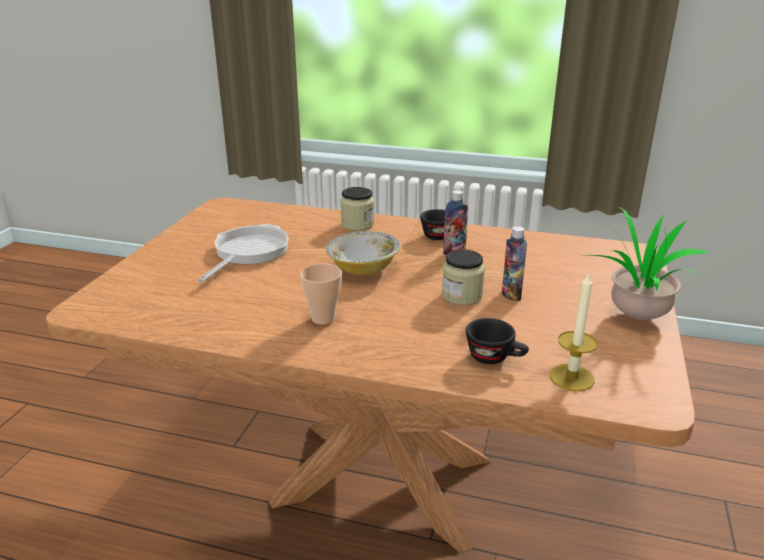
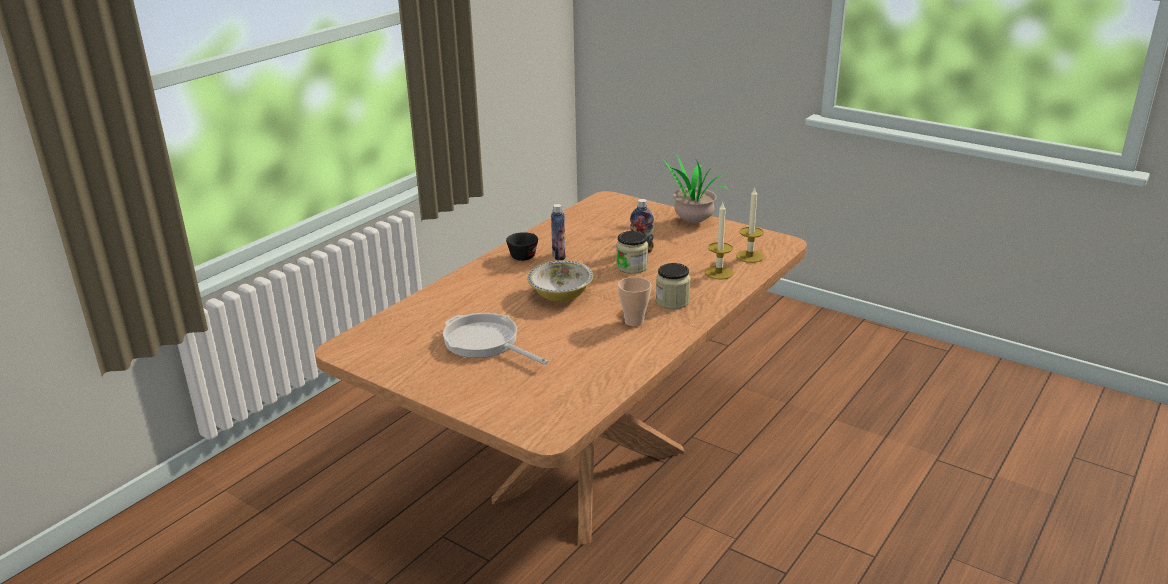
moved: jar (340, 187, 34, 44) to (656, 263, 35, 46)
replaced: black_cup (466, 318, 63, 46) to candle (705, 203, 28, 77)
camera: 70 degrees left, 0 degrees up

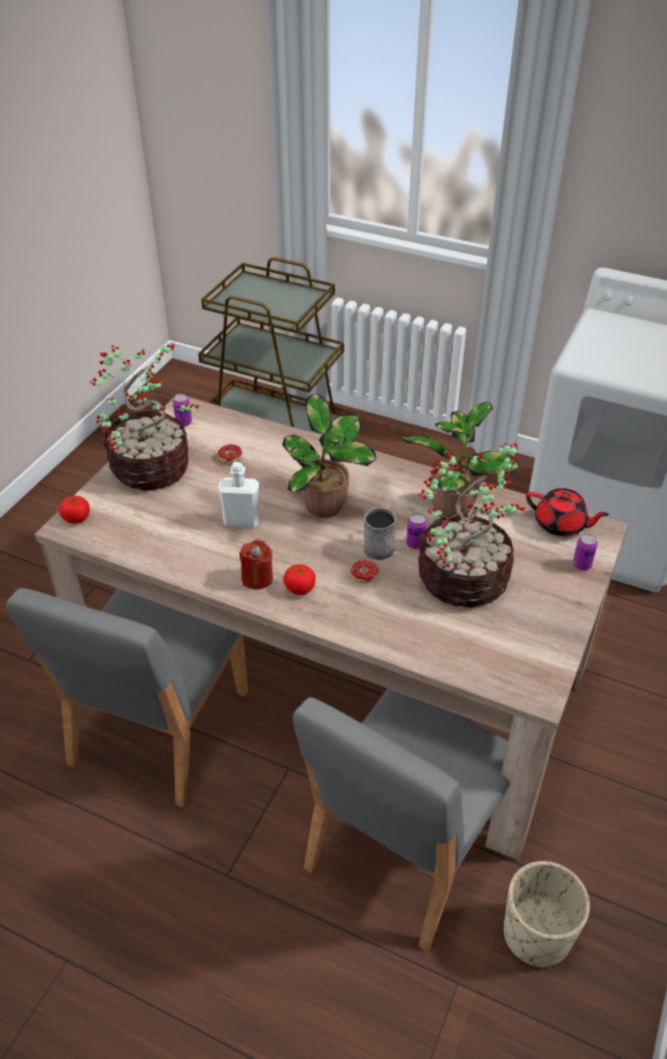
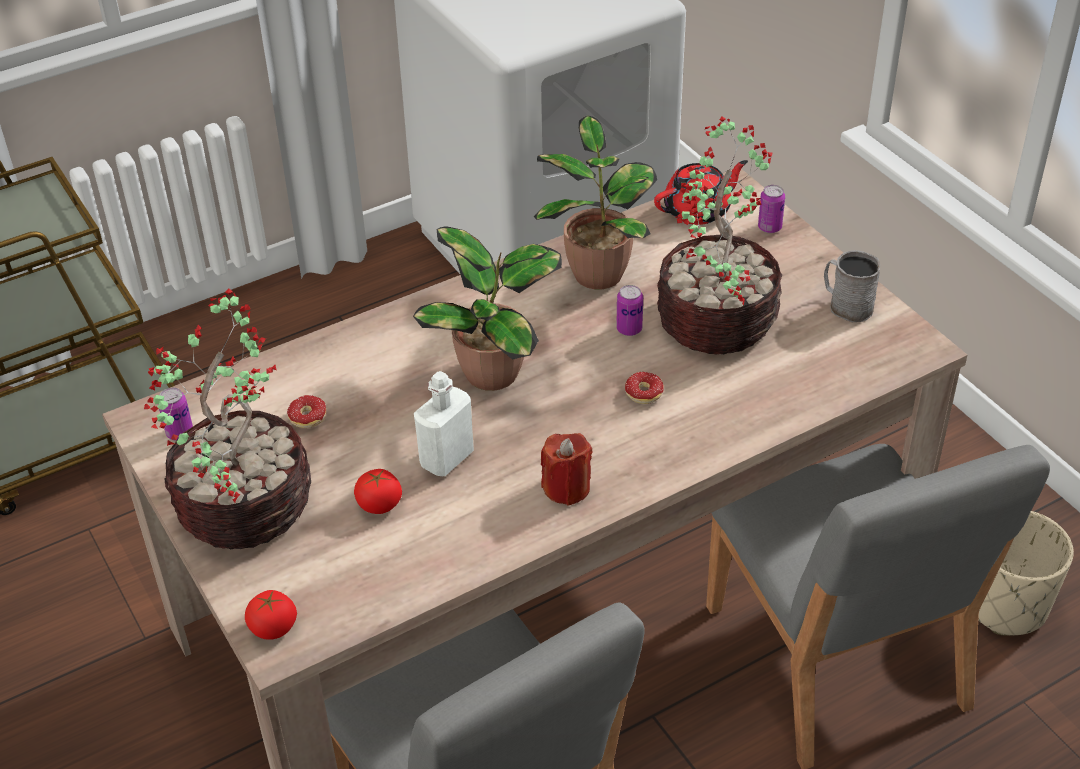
moved: tomato (283, 564, 33, 31) to (354, 469, 48, 45); grey_mug (364, 507, 32, 53) to (824, 250, 56, 72)
camera: 55 degrees left, 0 degrees up

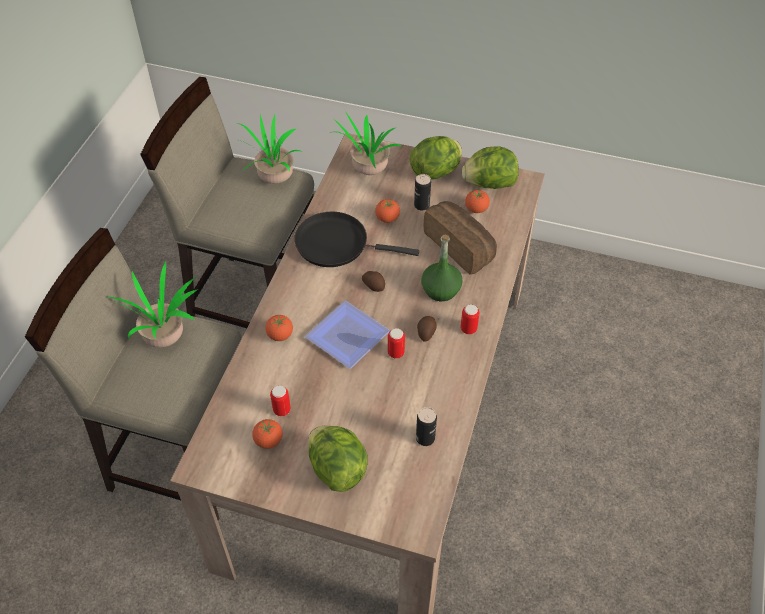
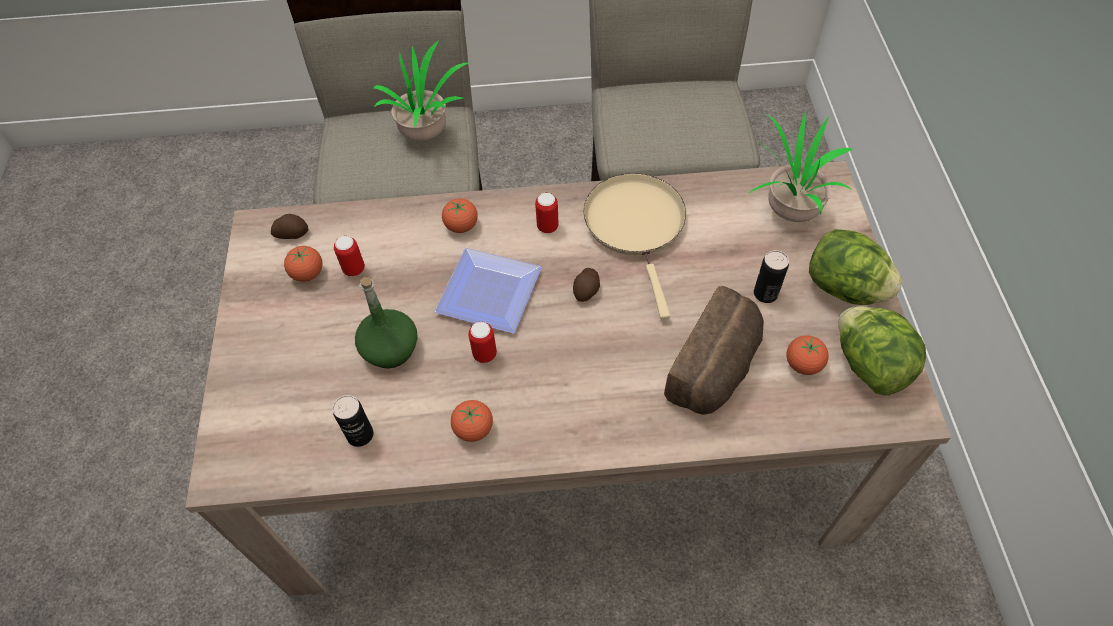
removed: potted_plant (236, 114, 67, 70); lettuce (308, 425, 60, 67)
moved: tomato (375, 199, 25, 24) to (451, 400, 42, 42); potato (417, 316, 20, 26) to (271, 214, 37, 25); green_bottle (421, 235, 42, 66) to (355, 277, 63, 91); can (461, 304, 18, 30) to (535, 193, 24, 40)
recoloured: black_frying_pan (294, 212, 125, 55) to beige_frying_pan (583, 173, 103, 146)
camera: 70 degrees right, 5 degrees up

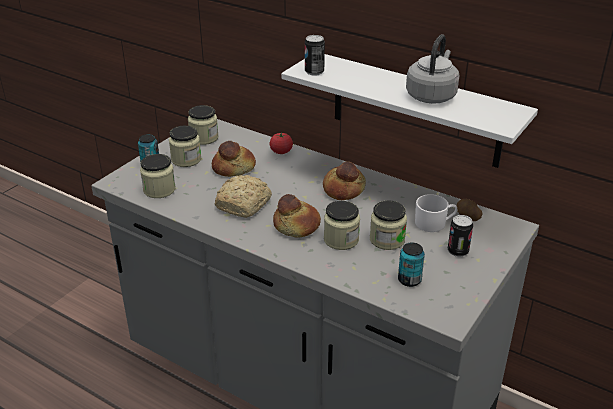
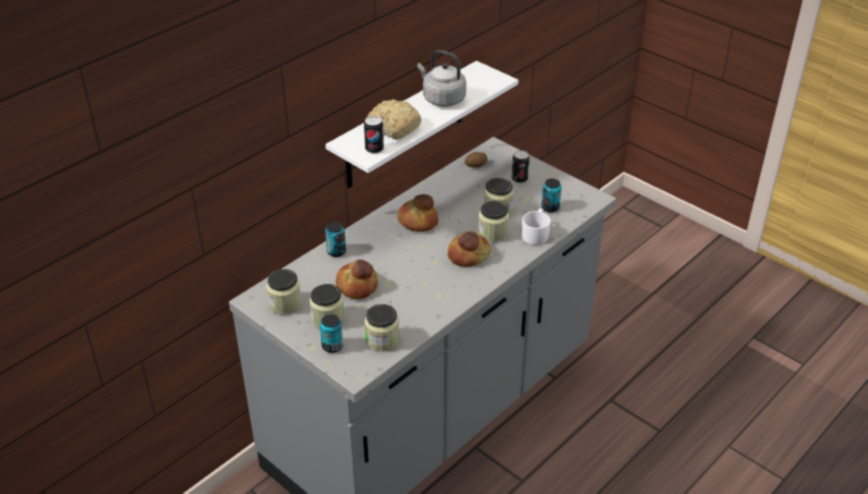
moved: bread (215, 175, 57, 43) to (367, 99, 54, 41); white_mug (415, 194, 42, 38) to (522, 209, 29, 36)
replaced: tomato (270, 133, 23, 21) to can (325, 222, 21, 35)
camera: 80 degrees left, 5 degrees up

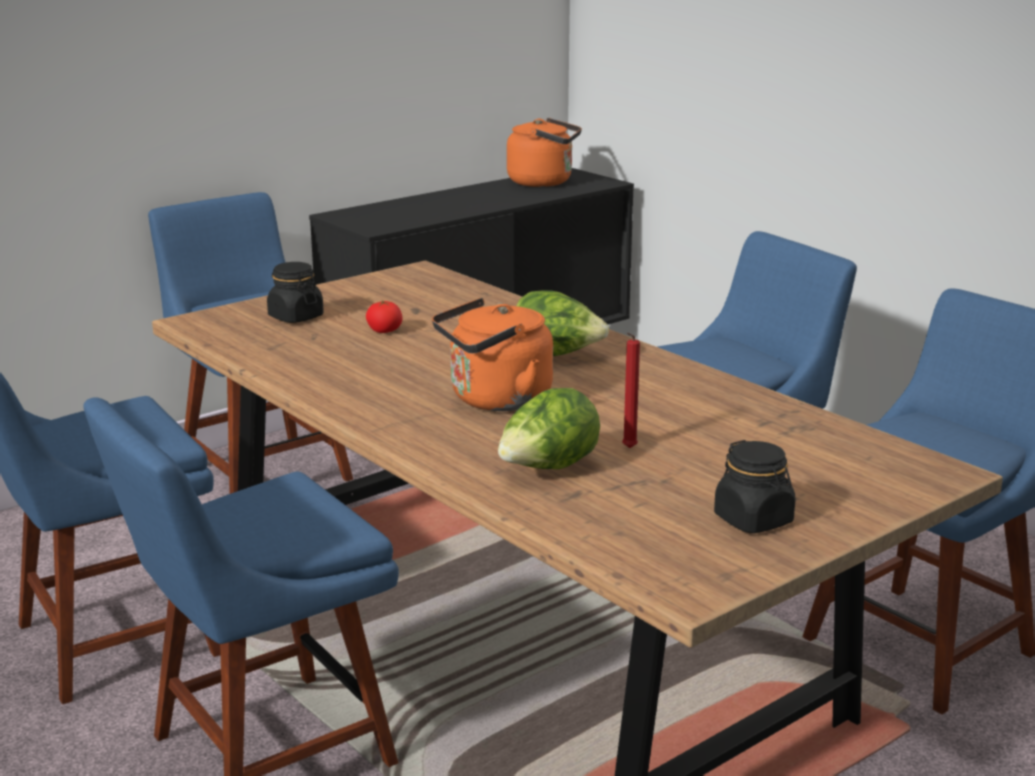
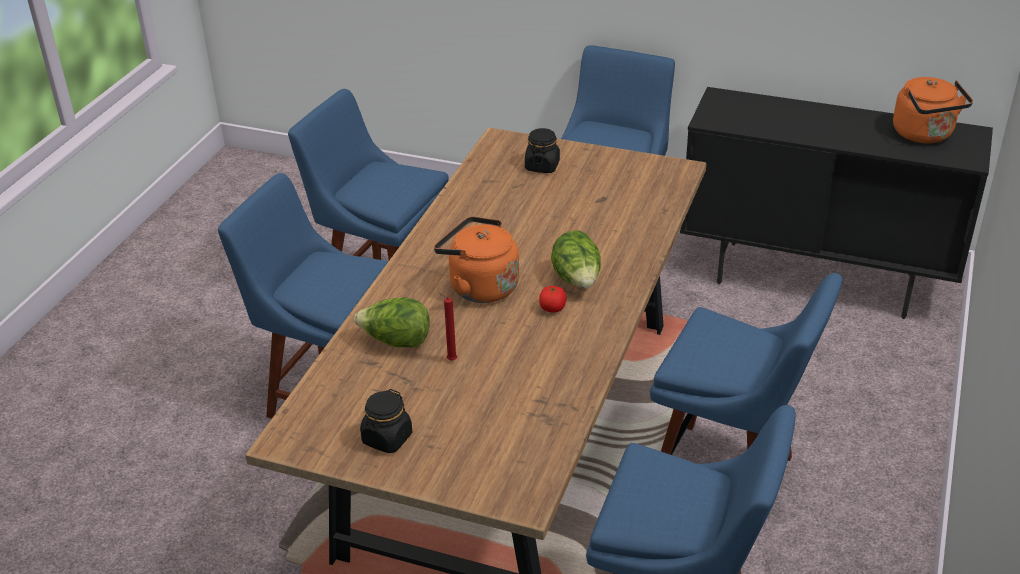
moved: tomato (366, 301, 36, 32) to (539, 286, 27, 27)
camera: 60 degrees right, 15 degrees up

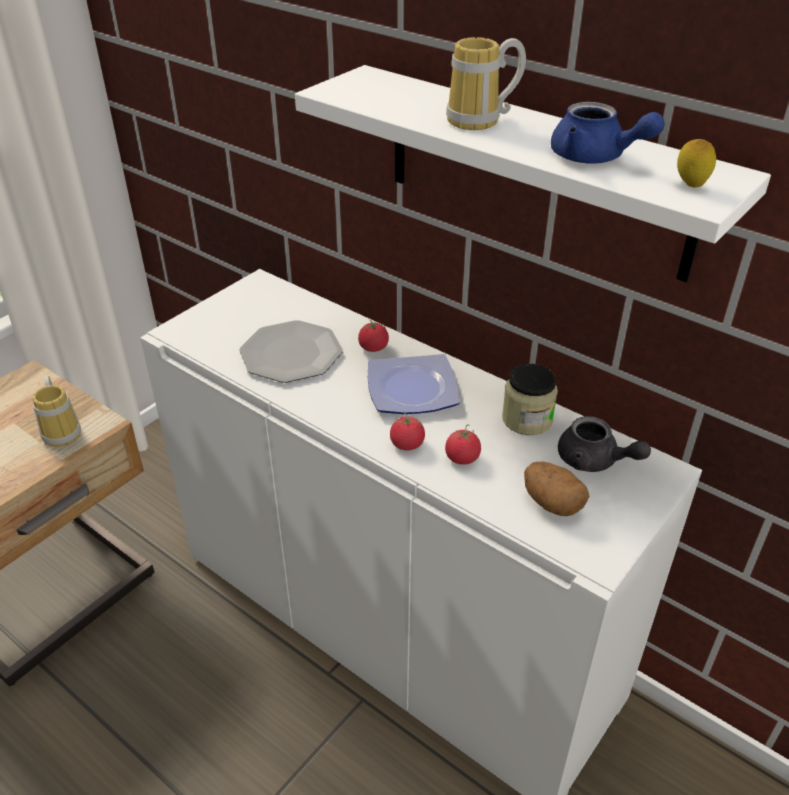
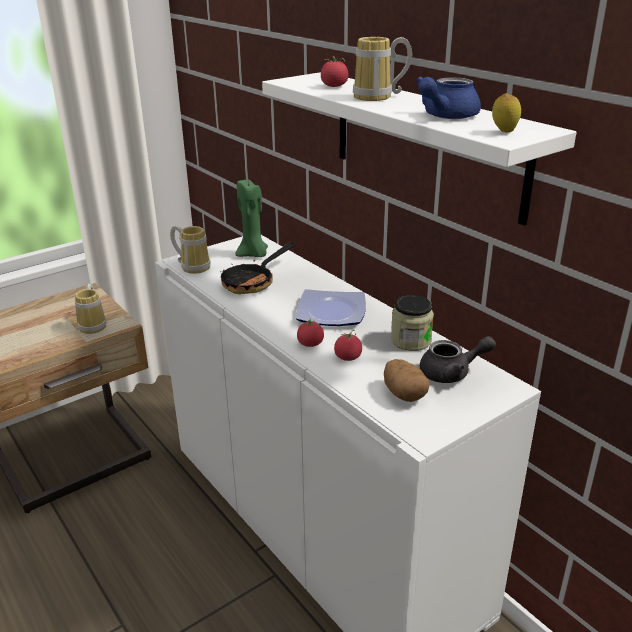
added: mug (170, 225, 41, 49); green_candle (236, 179, 32, 78)
moved: tomato (358, 319, 31, 33) to (321, 56, 28, 31)
replaced: plate (239, 320, 104, 63) to frying_pan (220, 242, 76, 52)
turned: blue_teapot (551, 102, 114, 62) = (416, 77, 65, 42) 75 degrees clockwise; grey_teapot (558, 416, 93, 56) = (420, 336, 76, 47) 60 degrees counterclockwise
camera: 15 degrees right, 10 degrees down

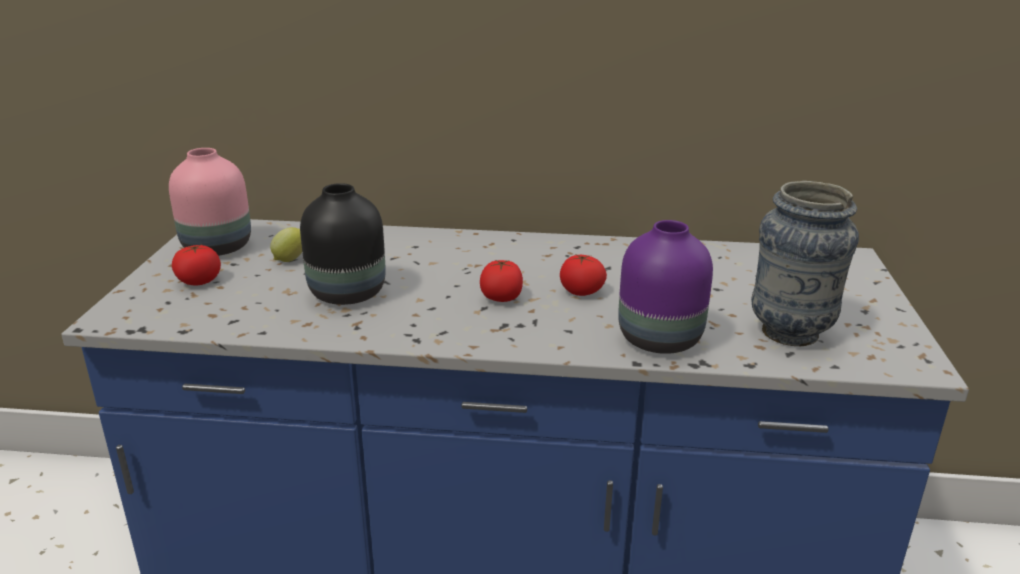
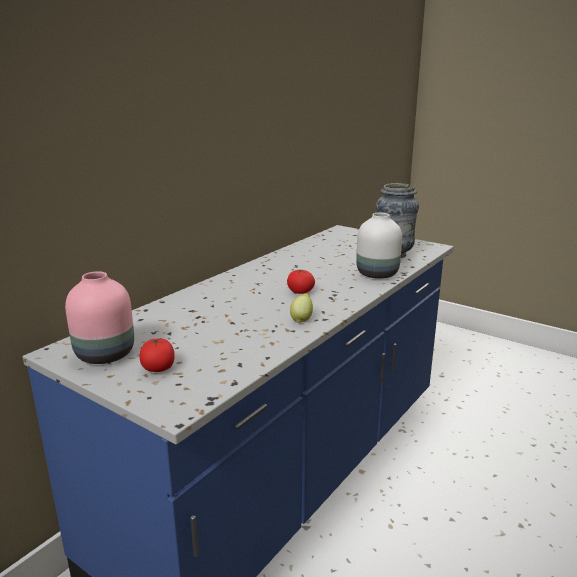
removed: black_vase (300, 183, 86, 122); tomato (560, 254, 47, 42)
moved: lemon (270, 227, 32, 35) to (290, 293, 23, 30)
recoloured: purple_vase (618, 220, 95, 134) to white_vase (356, 213, 46, 66)
camera: 60 degrees left, 5 degrees down

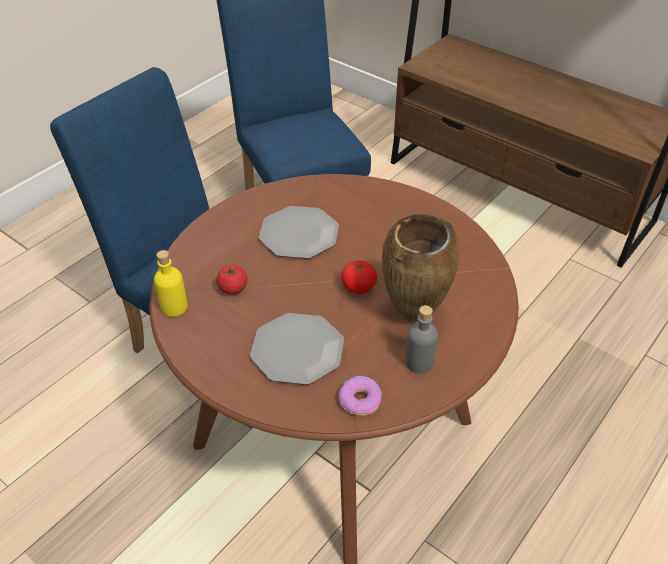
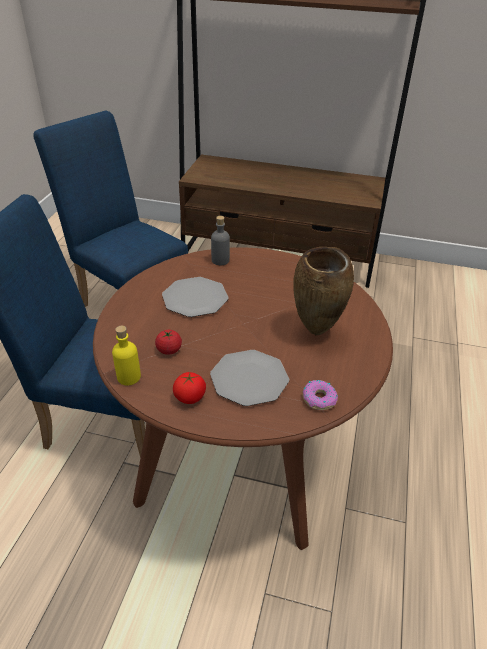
moved: tomato (341, 260, 36, 34) to (173, 372, 33, 32); grey_bottle (405, 305, 33, 68) to (211, 216, 19, 49)
camera: 25 degrees left, 5 degrees down

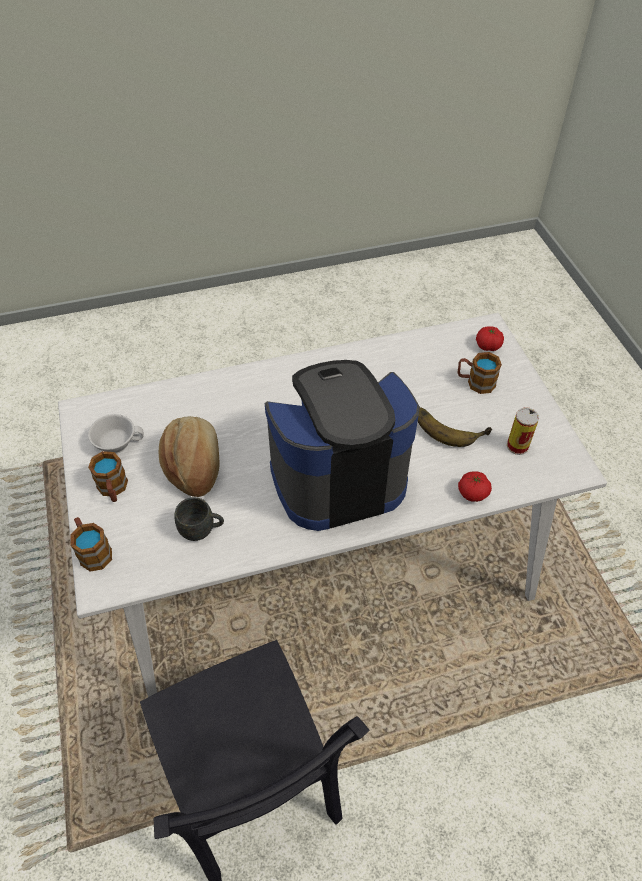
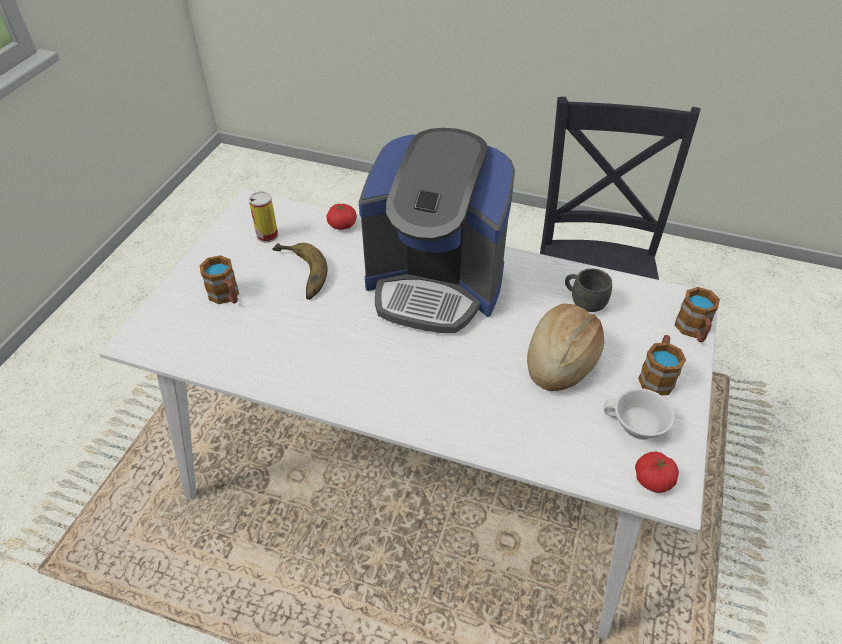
moved: tomato (476, 326, 28, 25) to (635, 452, 44, 41)
camera: 145 degrees left, 5 degrees down

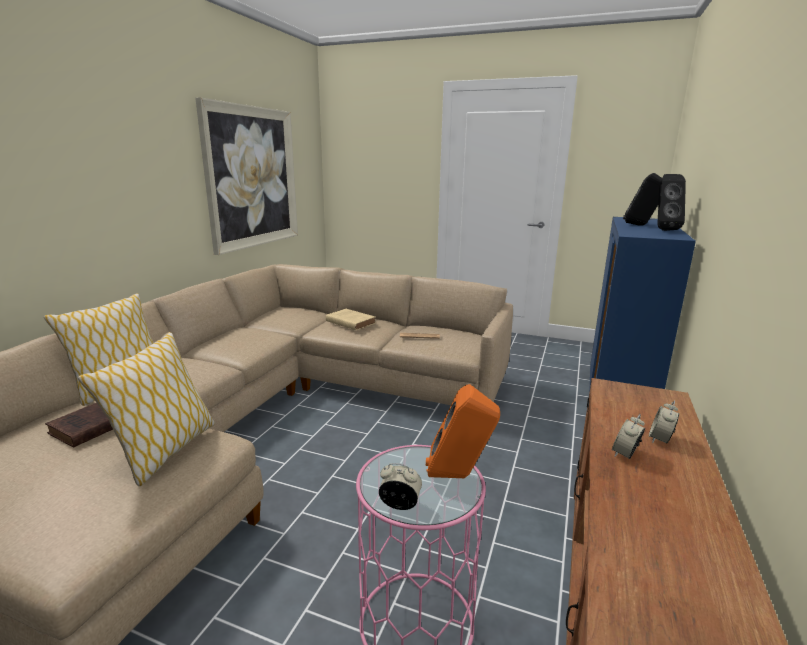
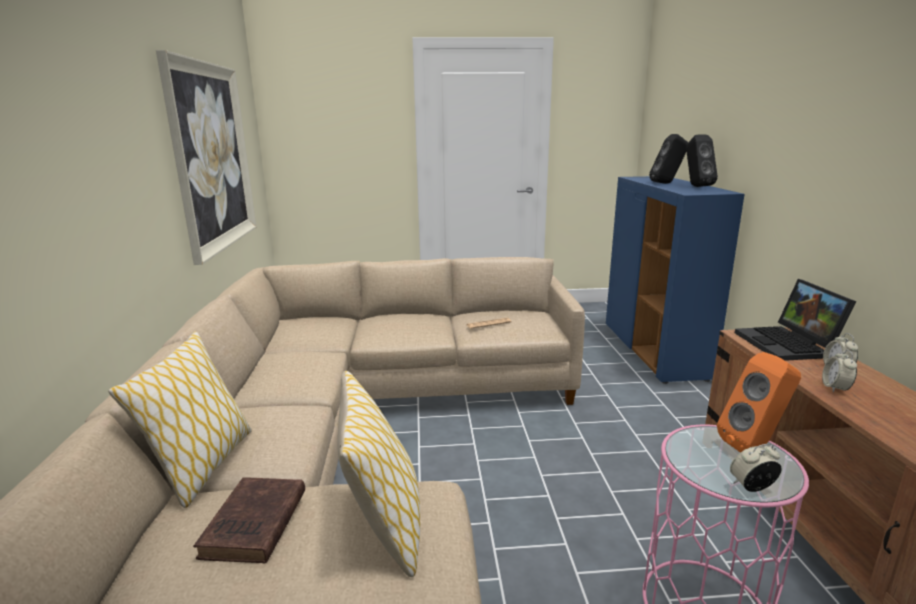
removed: beige_book (326, 309, 50, 21)
added: laptop (735, 279, 121, 82)
camera: 25 degrees left, 0 degrees up

